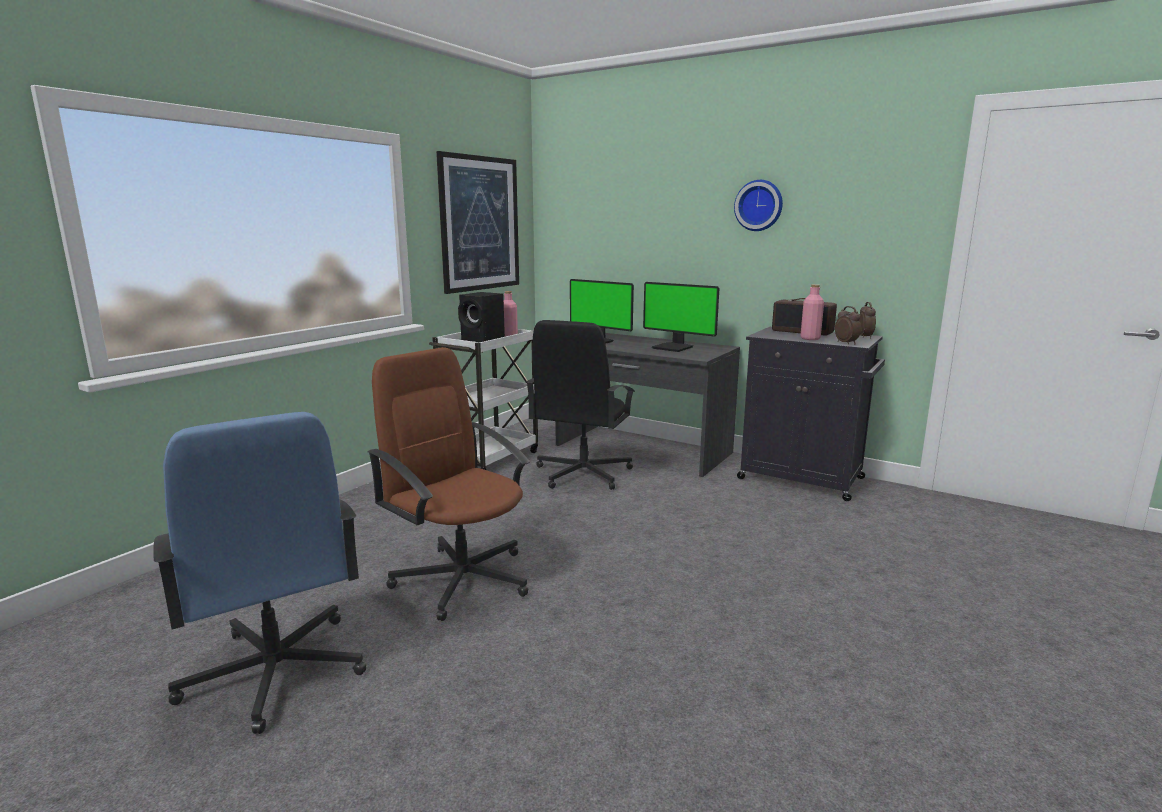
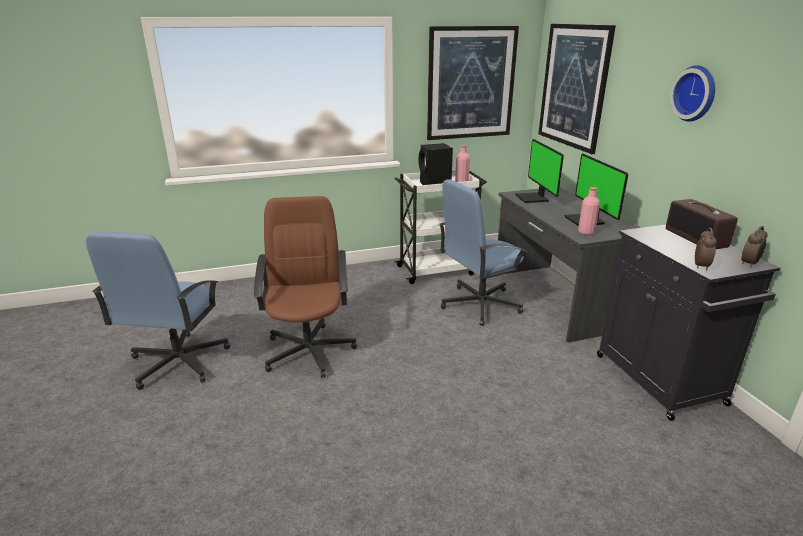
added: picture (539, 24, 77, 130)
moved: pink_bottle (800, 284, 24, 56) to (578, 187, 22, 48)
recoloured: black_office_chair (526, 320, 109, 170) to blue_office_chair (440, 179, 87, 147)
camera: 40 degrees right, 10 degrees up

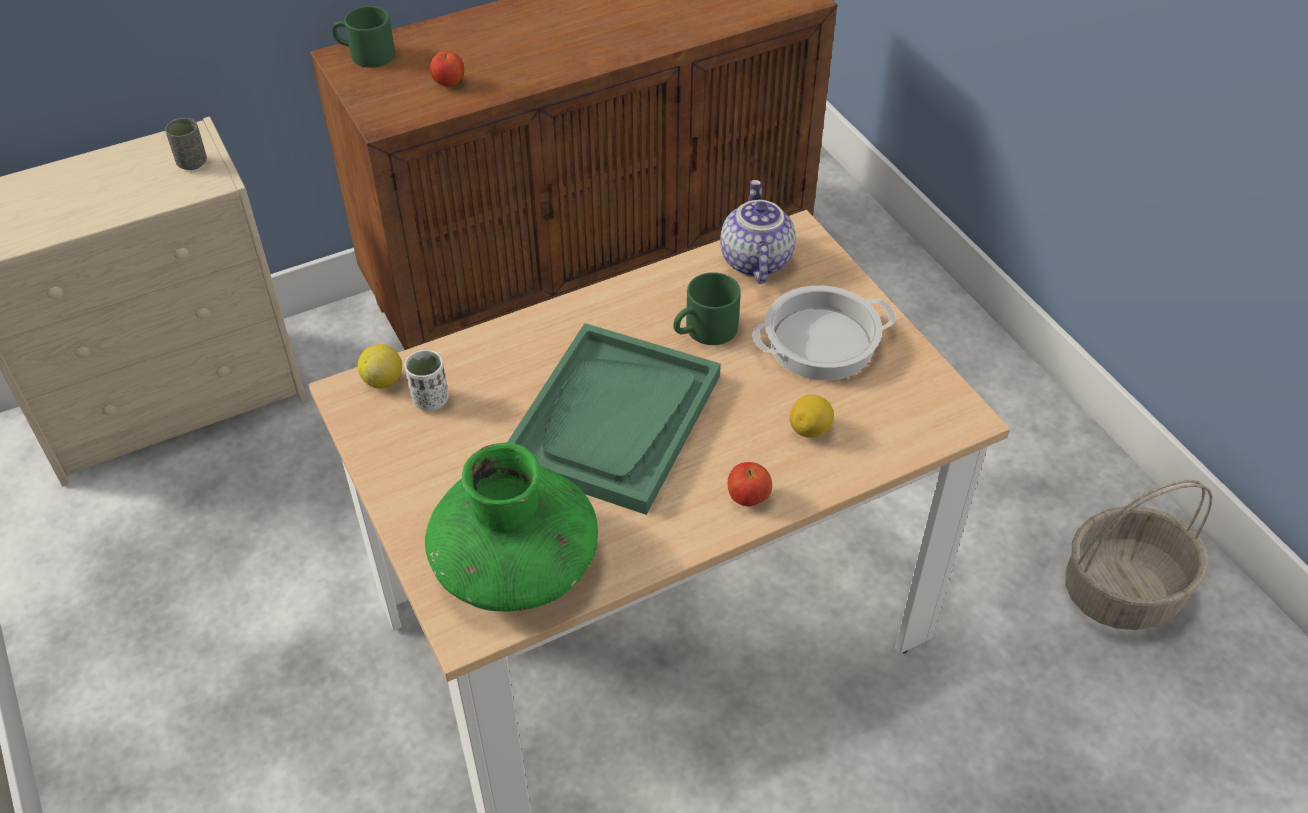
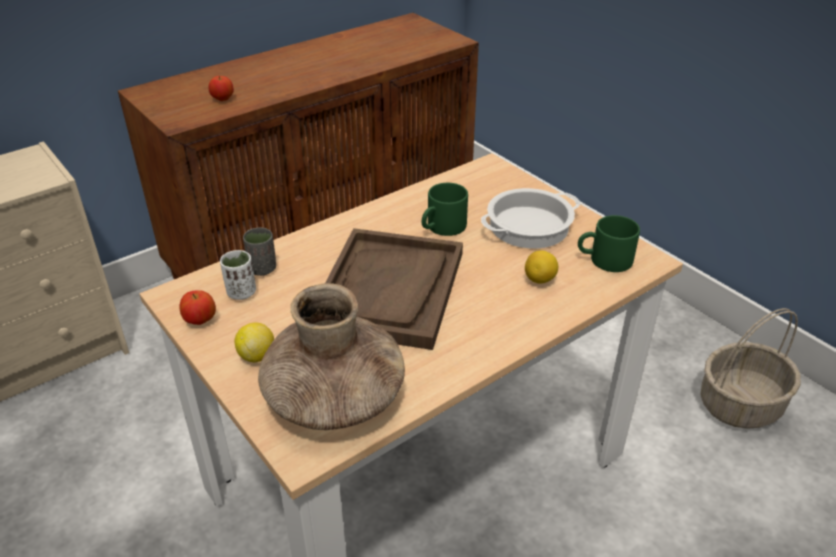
removed: teapot (720, 180, 76, 104)
moved: grey_cup (165, 118, 42, 52) to (243, 228, 33, 48); green_mug (332, 6, 63, 62) to (578, 215, 62, 57); lemon (358, 344, 44, 45) to (234, 323, 40, 39); apple (728, 462, 44, 44) to (179, 290, 37, 35)
recoloured: green_vase (425, 443, 173, 168) to brown_vase (258, 283, 147, 147); green_tray (507, 323, 214, 192) to brown_tray (325, 228, 138, 122)
camera: 10 degrees left, 10 degrees down

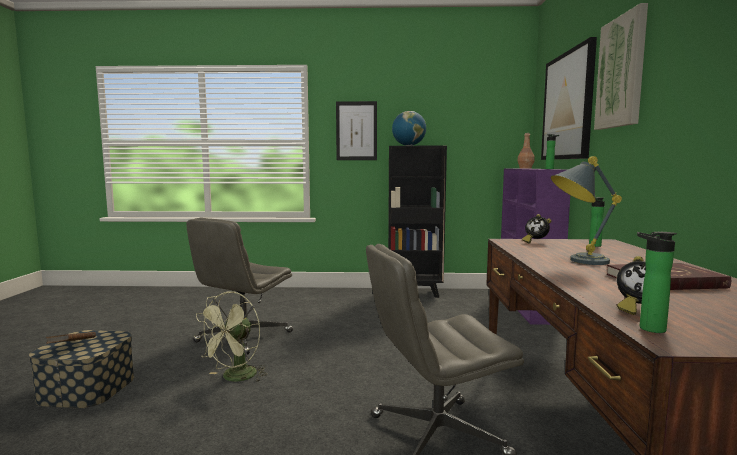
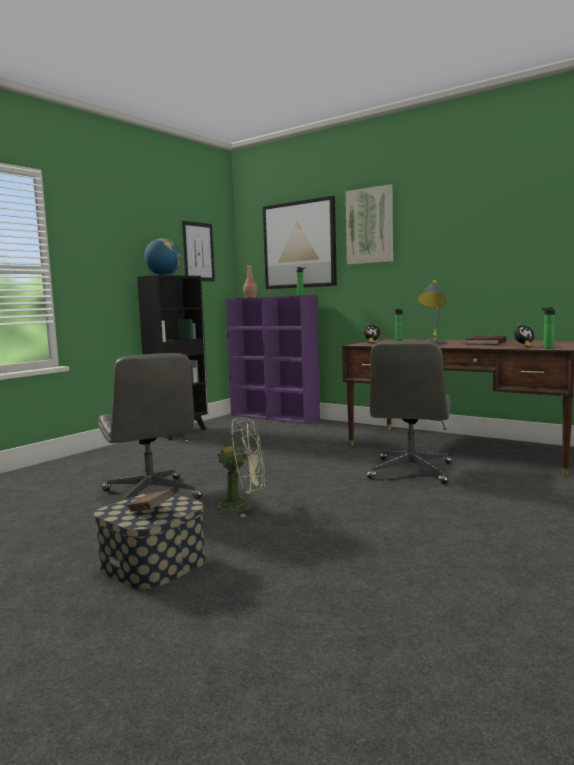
moved: picture (336, 101, 41, 59) to (182, 221, 33, 60)
turned: green_fan (194, 291, 73, 91) = (209, 417, 56, 100) 60 degrees counterclockwise
camera: 55 degrees left, 0 degrees up

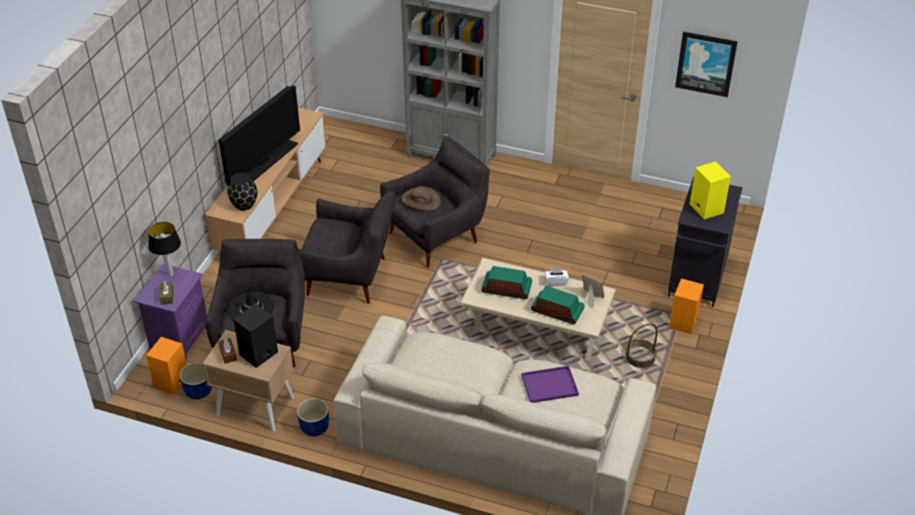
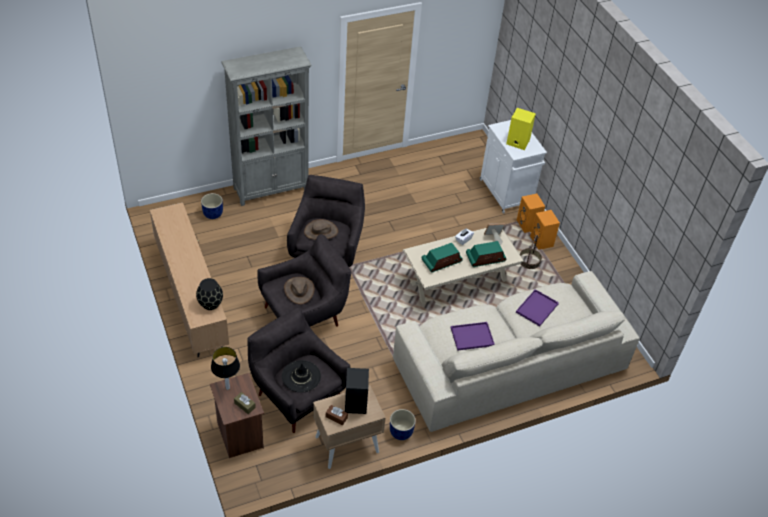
removed: television (219, 85, 81, 101); picture (675, 32, 63, 65)
added: brown_hat (284, 277, 31, 27); purple_tray (451, 322, 44, 29)
moved: orange_speaker (146, 337, 41, 58) to (530, 210, 30, 40); blue_planter (180, 362, 32, 37) to (201, 193, 22, 26)
recoloured: purple_nightstand (133, 264, 74, 97) to brown_nightstand (210, 373, 54, 85); black_cabinet (668, 177, 75, 130) to white_cabinet (480, 120, 67, 94)
camera: 45 degrees left, 5 degrees up

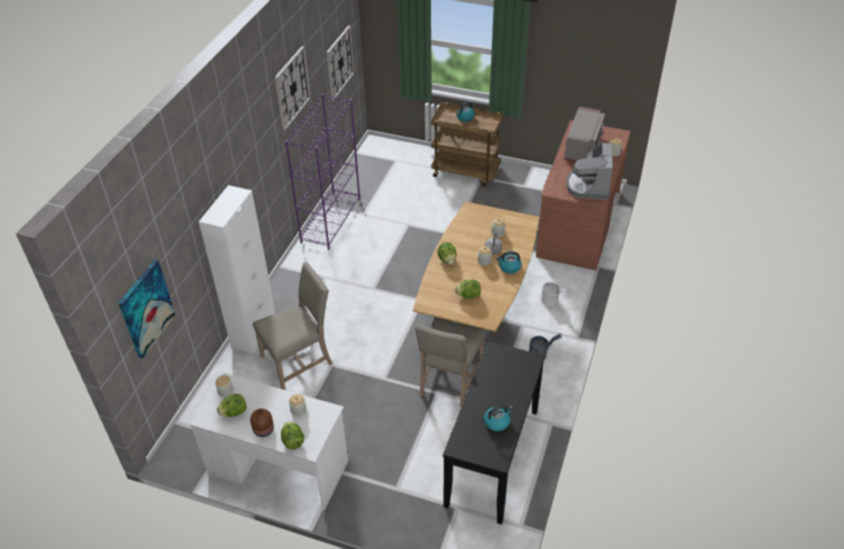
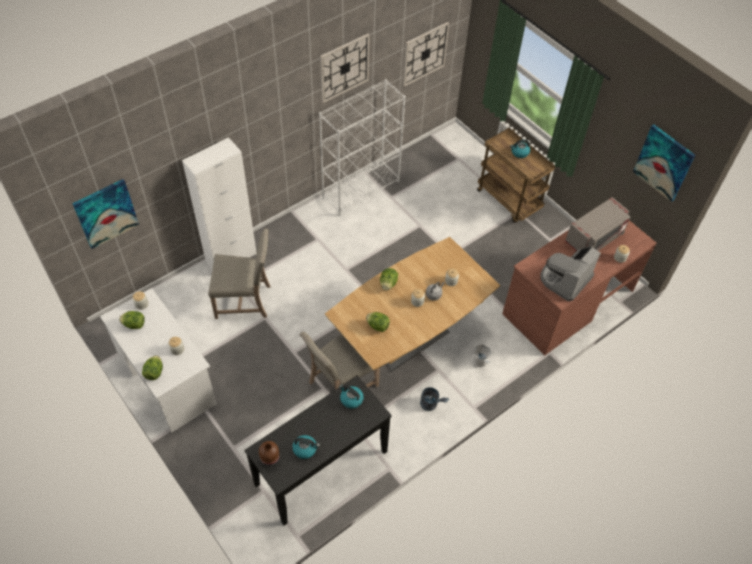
added: picture (633, 124, 62, 78)
moved: brown_vase (250, 408, 24, 29) to (259, 441, 21, 25); kettle (496, 251, 26, 23) to (339, 384, 25, 24)
recoloured: purple_bookcase (285, 94, 75, 156) to white_bookcase (319, 79, 87, 137)
camera: 30 degrees right, 10 degrees up

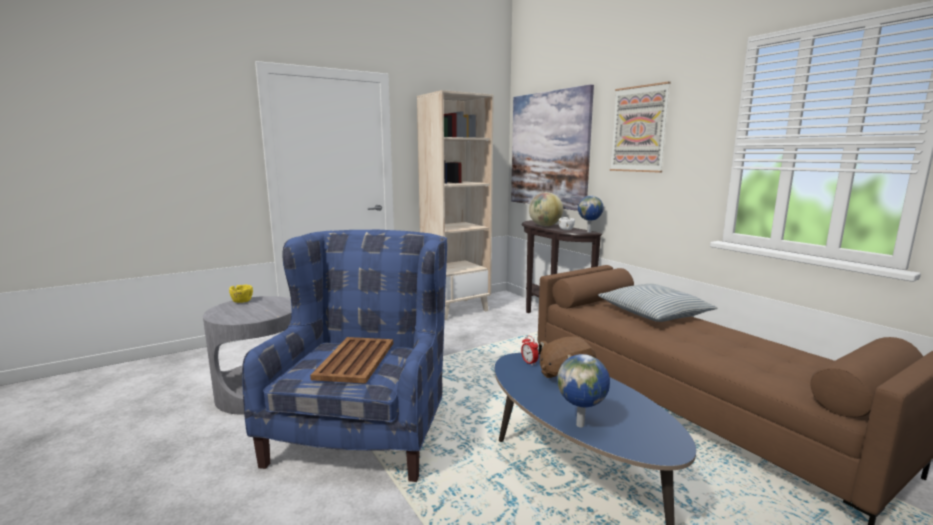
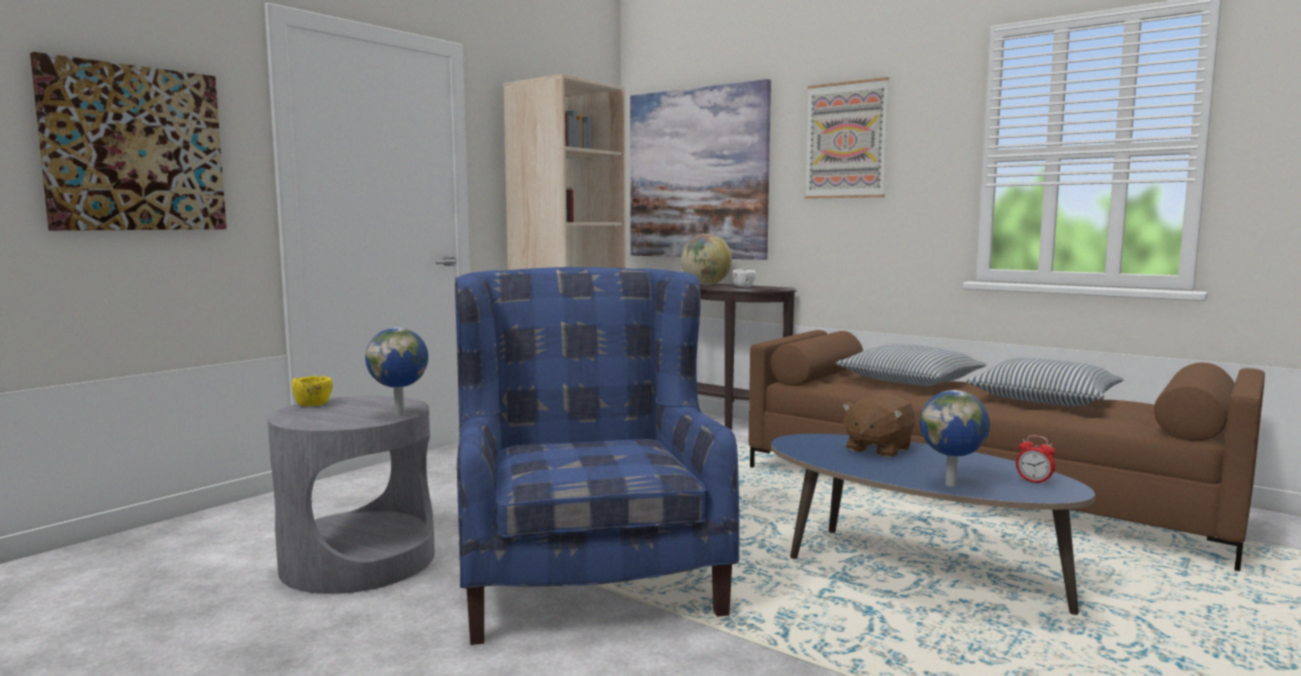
removed: brown_tray (310, 337, 83, 47)
added: picture (30, 52, 197, 179); pillow (966, 358, 158, 48)
moved: alarm_clock (521, 335, 18, 30) to (1016, 435, 39, 50); globe (578, 196, 26, 36) to (365, 327, 63, 89)
camera: 20 degrees left, 5 degrees down

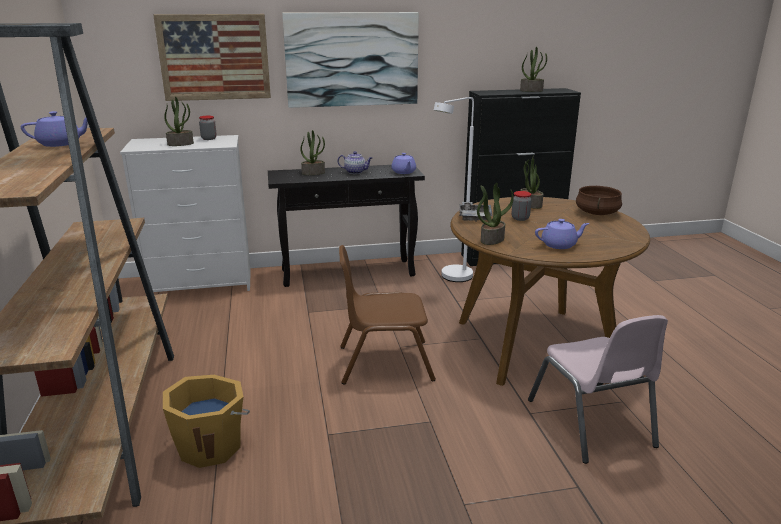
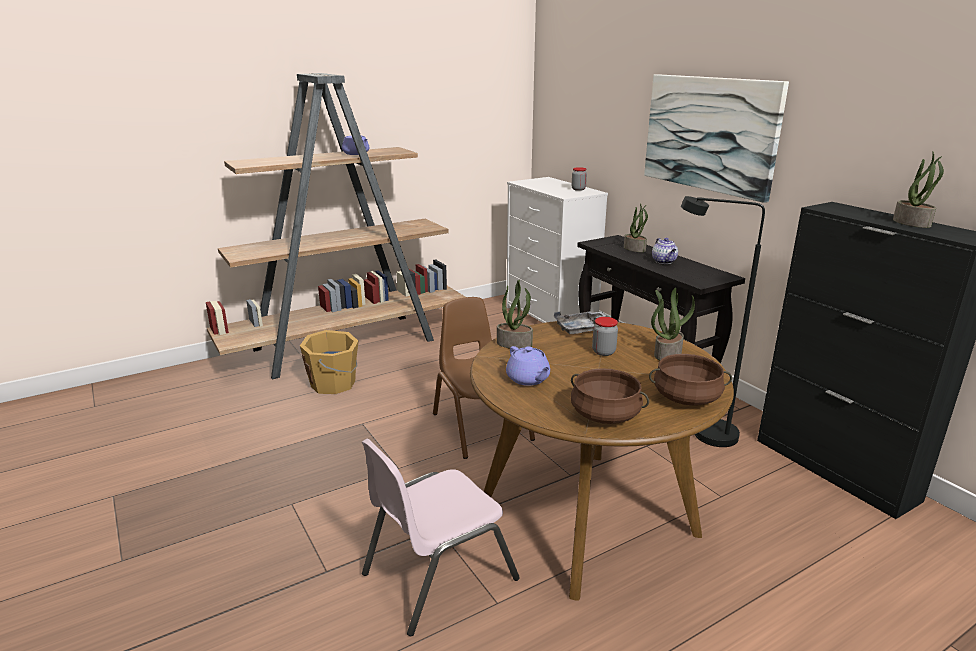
removed: picture (153, 14, 118, 87); potted_plant (164, 97, 30, 49); purple_teapot (391, 153, 25, 21)
added: brown_cooking_pot (571, 368, 78, 56)
recoloured: white_floor_lamp (434, 97, 40, 185) to black_floor_lamp (681, 196, 84, 251)
camera: 70 degrees right, 0 degrees up

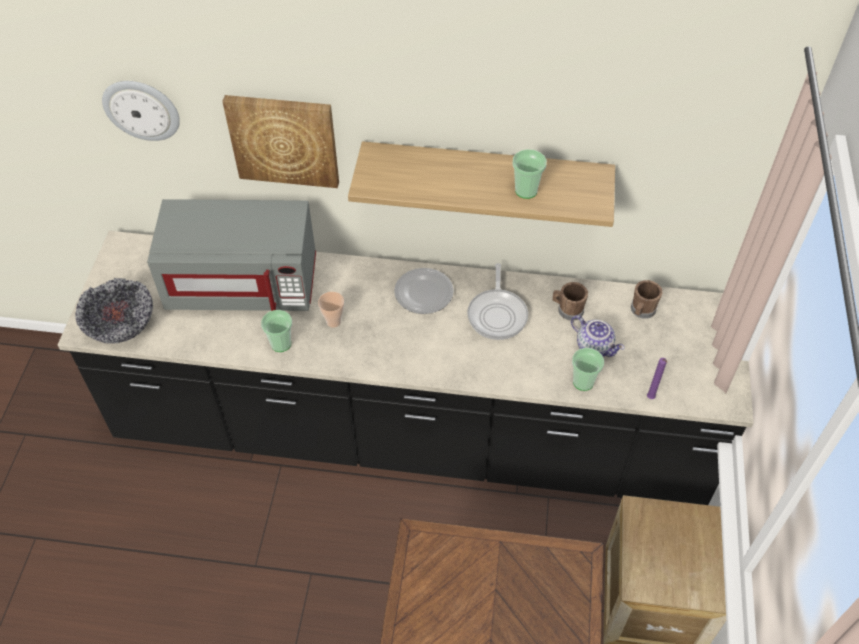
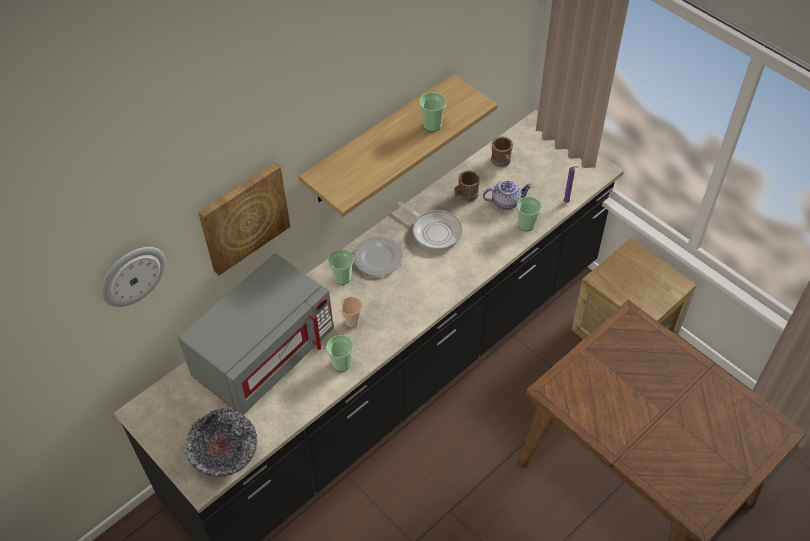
added: cup (328, 249, 26, 36)
camera: 50 degrees left, 0 degrees up

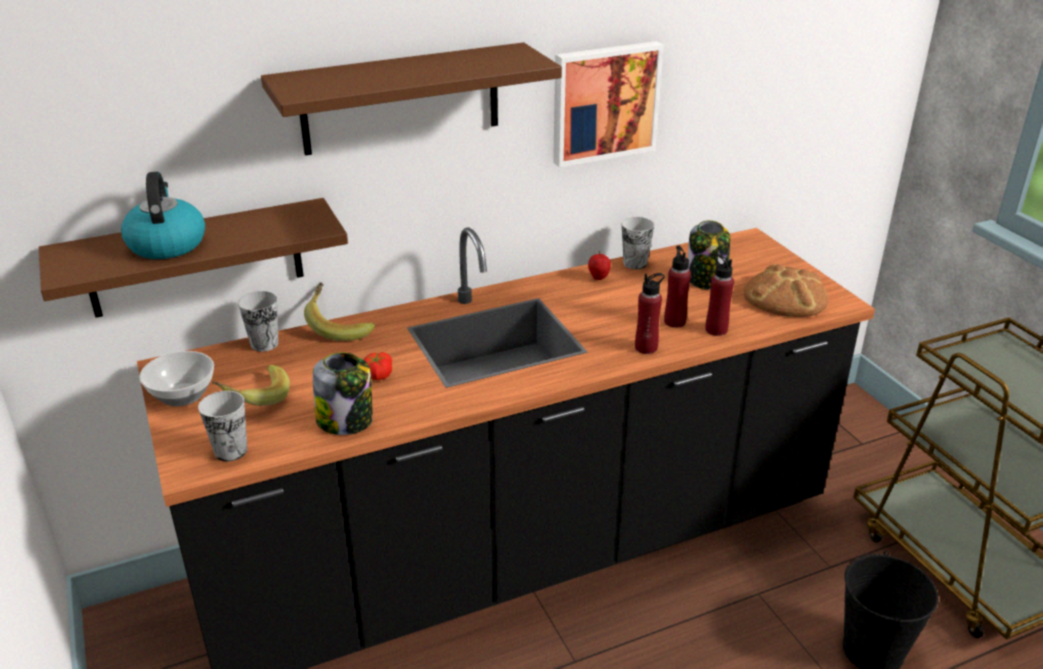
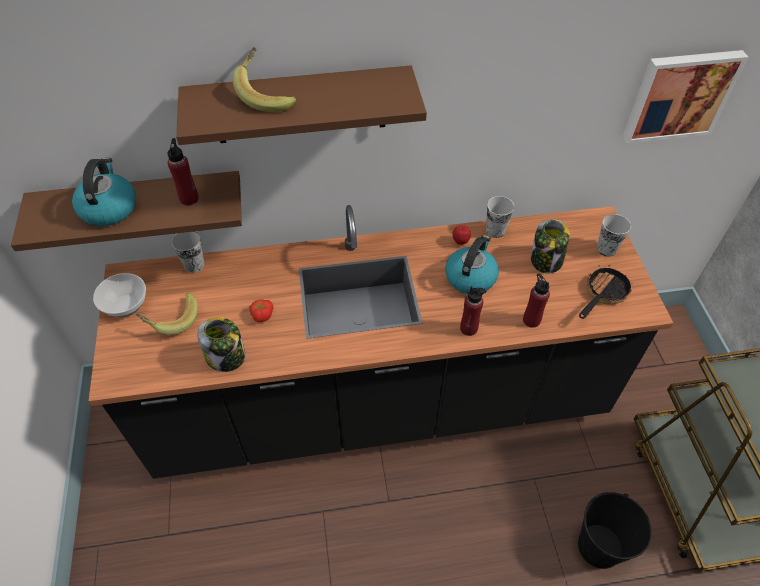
added: kettle (445, 235, 54, 59)
moved: cup (198, 391, 49, 70) to (597, 214, 34, 43); banana (304, 282, 71, 59) to (232, 47, 64, 65); picture (553, 41, 111, 126) to (622, 50, 126, 93); red_bottle (664, 246, 27, 82) to (167, 138, 32, 68)
replaced: bread (744, 264, 85, 53) to frying_pan (579, 261, 53, 58)
camera: 15 degrees right, 20 degrees up

